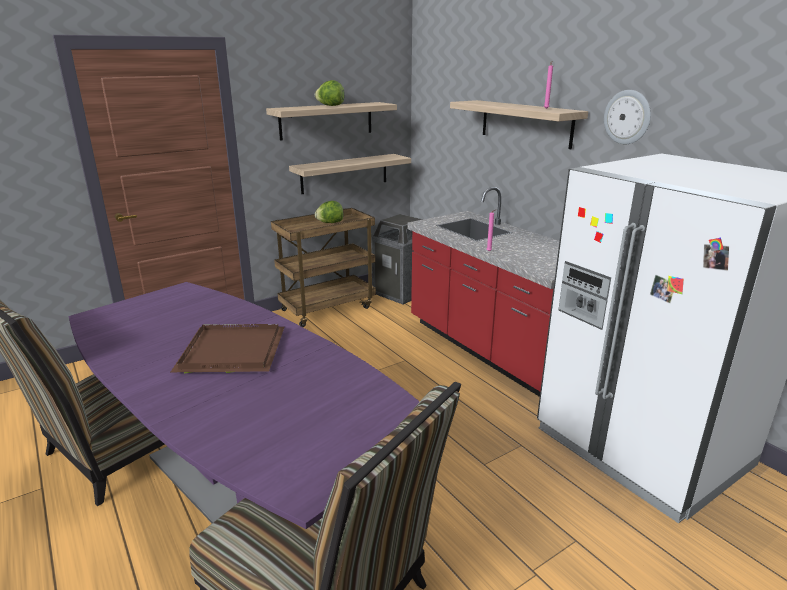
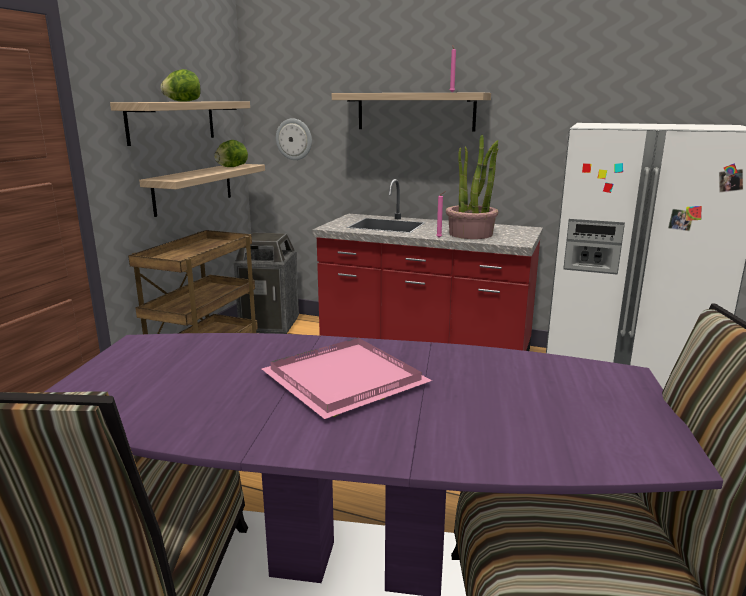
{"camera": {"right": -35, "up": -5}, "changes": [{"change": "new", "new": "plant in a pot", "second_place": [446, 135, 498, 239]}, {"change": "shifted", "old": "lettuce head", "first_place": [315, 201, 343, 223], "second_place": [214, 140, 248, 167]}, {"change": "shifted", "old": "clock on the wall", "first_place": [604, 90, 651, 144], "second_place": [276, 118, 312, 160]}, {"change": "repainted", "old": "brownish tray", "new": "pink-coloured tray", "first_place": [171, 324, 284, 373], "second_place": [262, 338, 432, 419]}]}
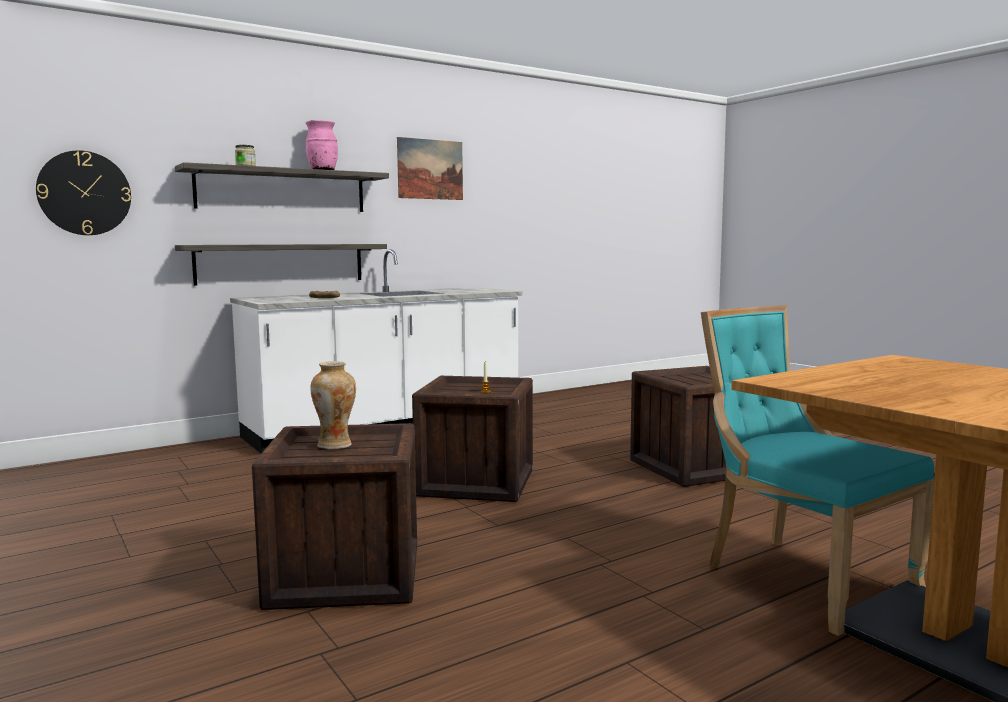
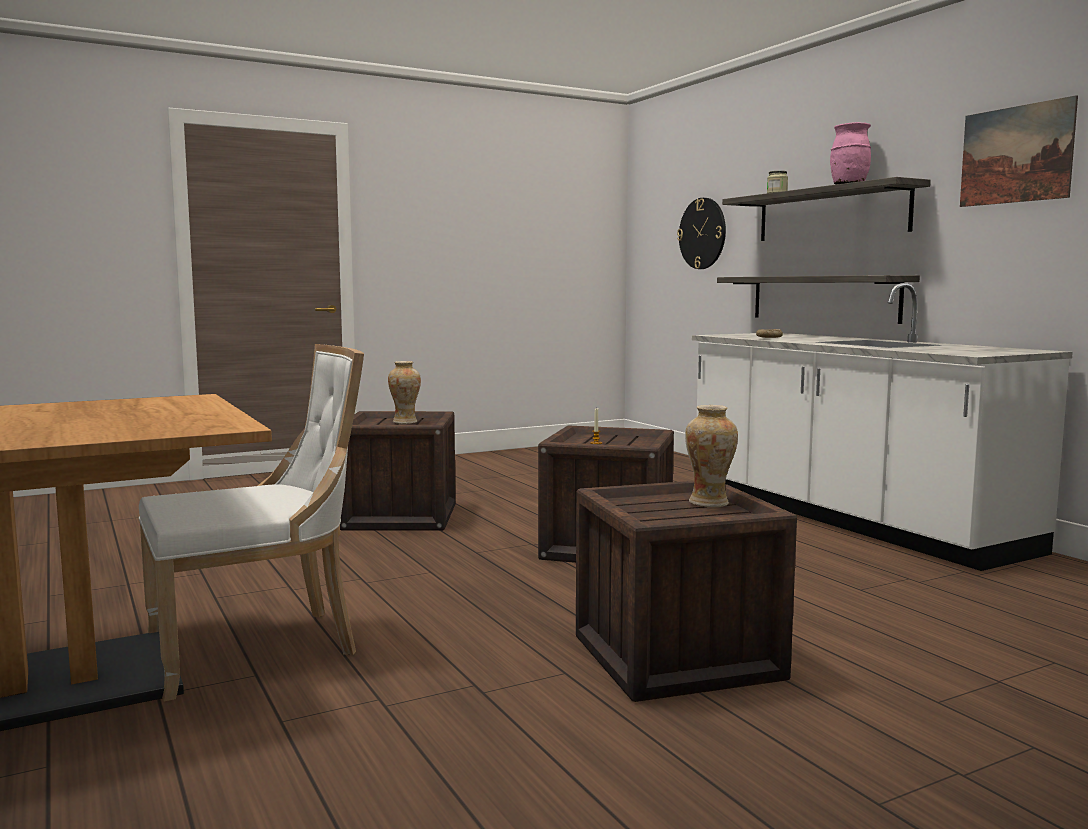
{"camera": {"right": 95, "up": 0}, "changes": [{"change": "new", "new": "decorative vase", "second_place": [685, 405, 738, 507]}, {"change": "repainted", "old": "blue-green plain chair", "new": "white plain chair", "first_place": [701, 305, 935, 636], "second_place": [139, 344, 364, 701]}]}
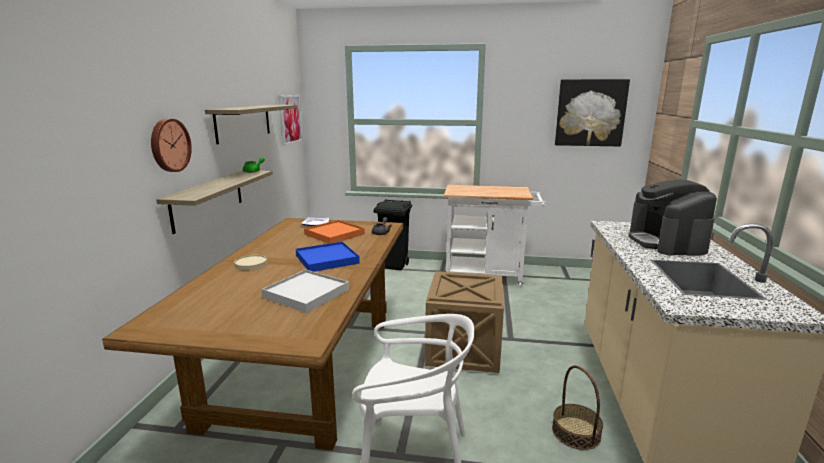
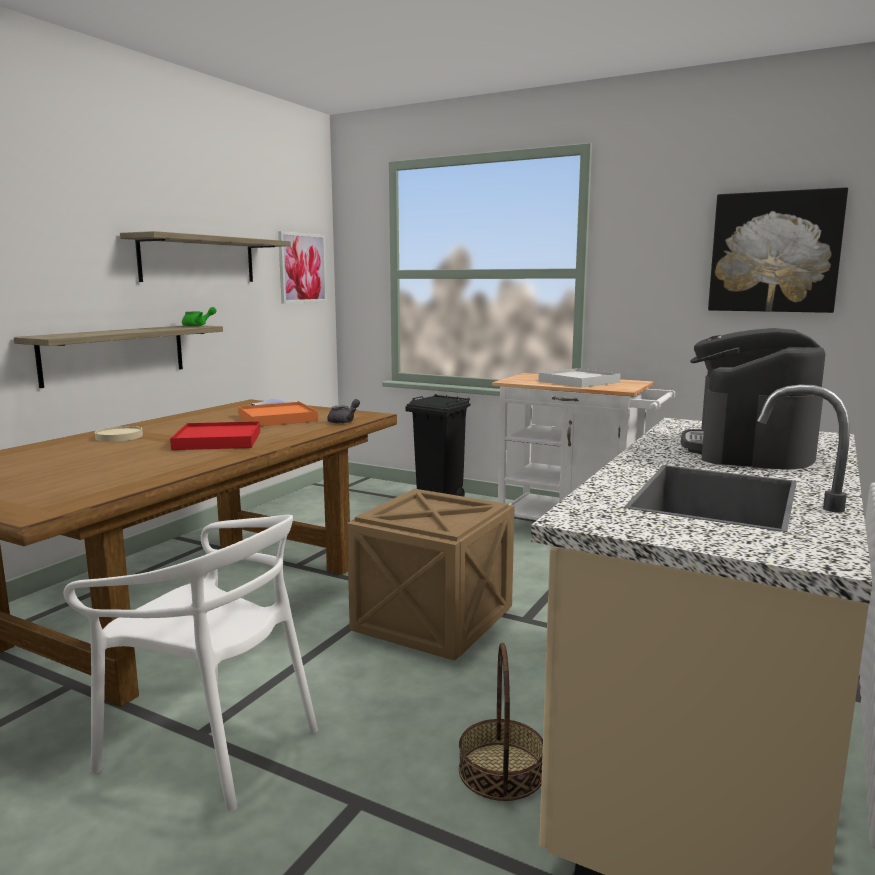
{"camera": {"right": 20, "up": -5}, "changes": [{"change": "gone", "old": "clock on the wall", "first_place": [151, 119, 192, 172]}, {"change": "shifted", "old": "white tray", "first_place": [261, 270, 349, 313], "second_place": [538, 368, 620, 388]}, {"change": "repainted", "old": "blue-coloured tray", "new": "red-coloured tray", "first_place": [296, 242, 360, 272], "second_place": [170, 421, 260, 450]}]}
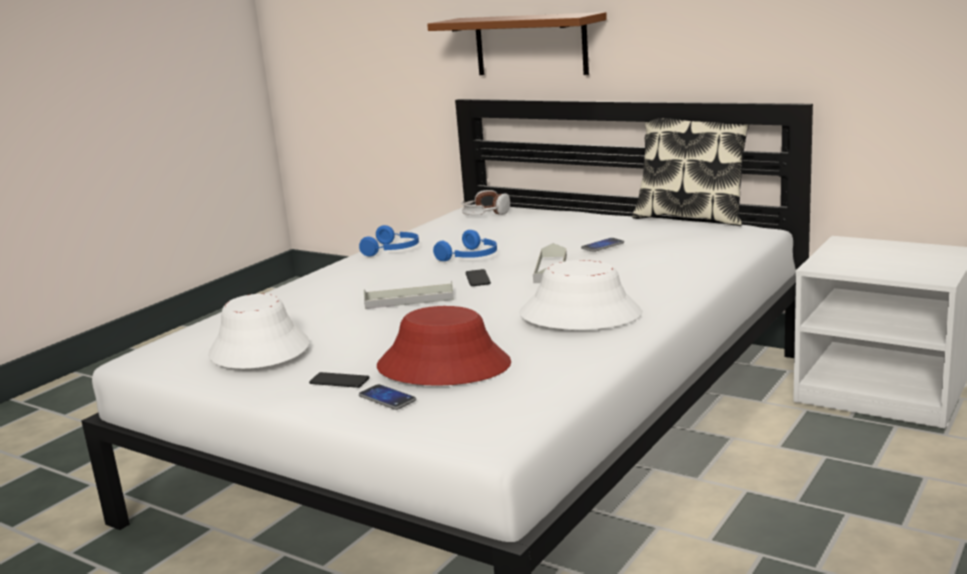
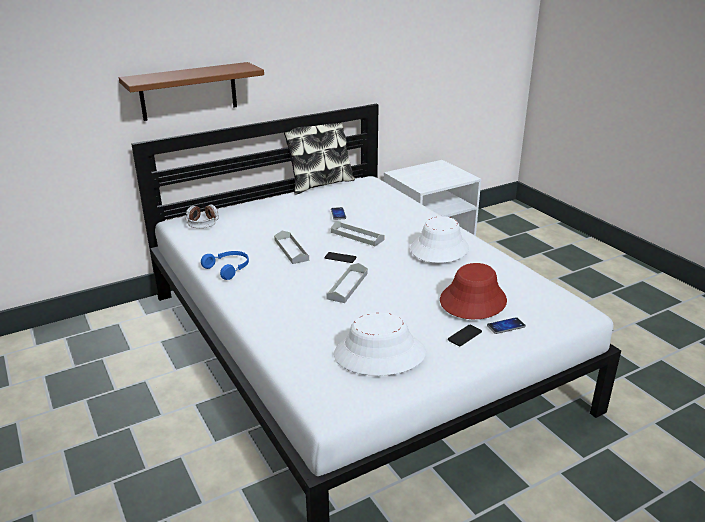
{"camera": {"right": -65, "up": 10}, "changes": [{"change": "swapped", "old": "blue-coloured headphones", "new": "greyish tray", "first_place": [433, 230, 497, 261], "second_place": [274, 230, 309, 264]}]}
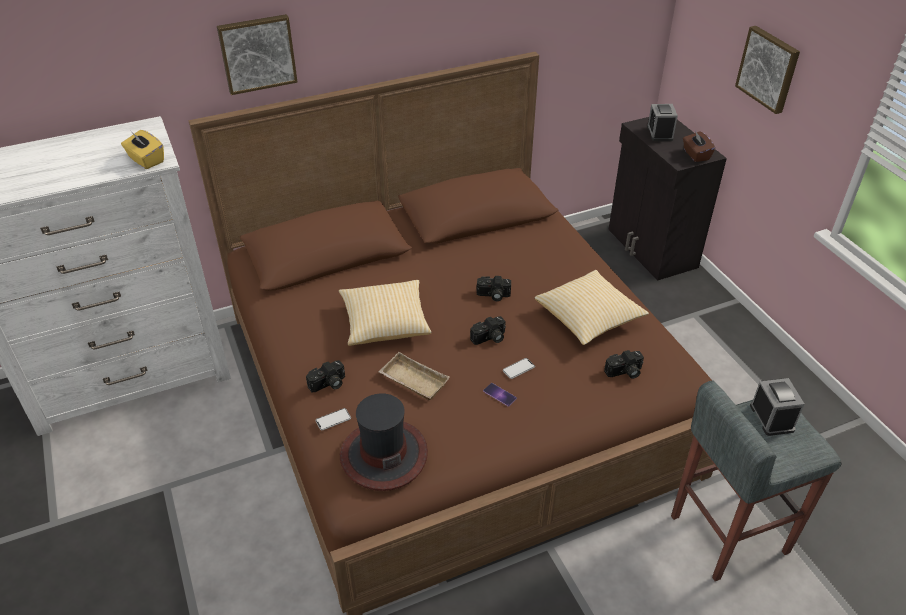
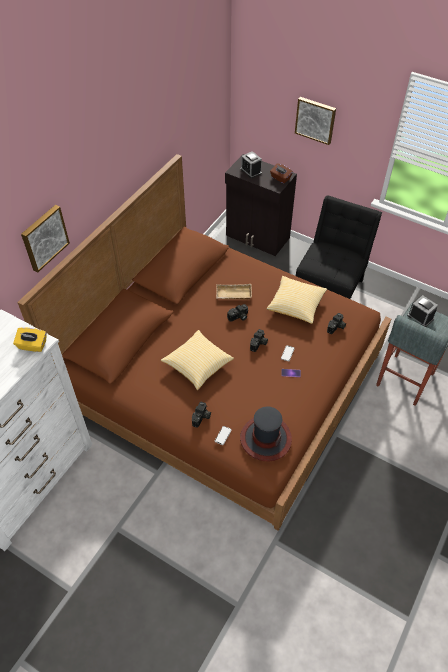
{"camera": {"right": -35, "up": 10}, "changes": [{"change": "new", "new": "blackish plain chair", "second_place": [296, 195, 382, 299]}, {"change": "shifted", "old": "beige tray", "first_place": [378, 352, 450, 400], "second_place": [216, 284, 252, 300]}]}
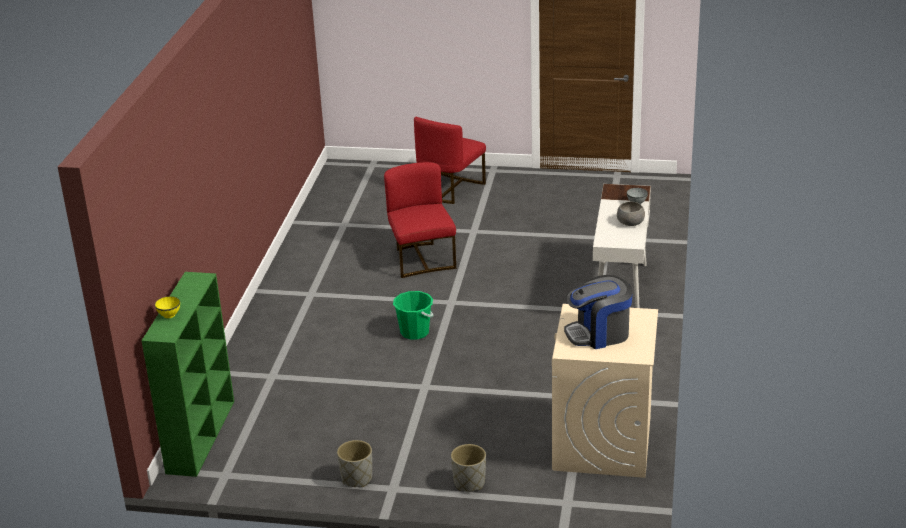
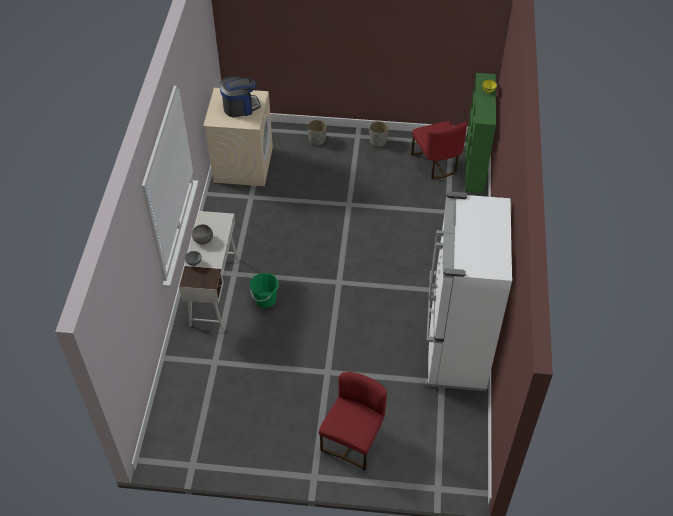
{"camera": {"right": 175, "up": 20}, "changes": [{"change": "new", "new": "white kitchen fridge", "second_place": [425, 192, 512, 391]}, {"change": "shifted", "old": "red-coloured plain chair", "first_place": [384, 162, 456, 278], "second_place": [411, 121, 467, 179]}, {"change": "shifted", "old": "green-coloured bucket", "first_place": [393, 291, 434, 339], "second_place": [250, 273, 279, 308]}]}
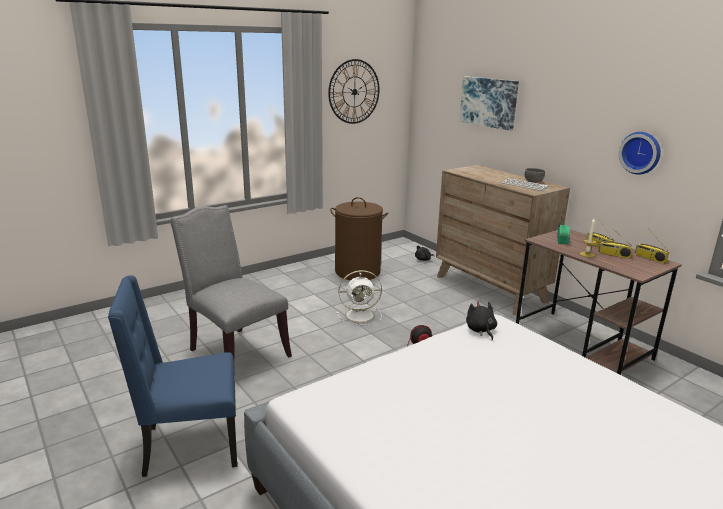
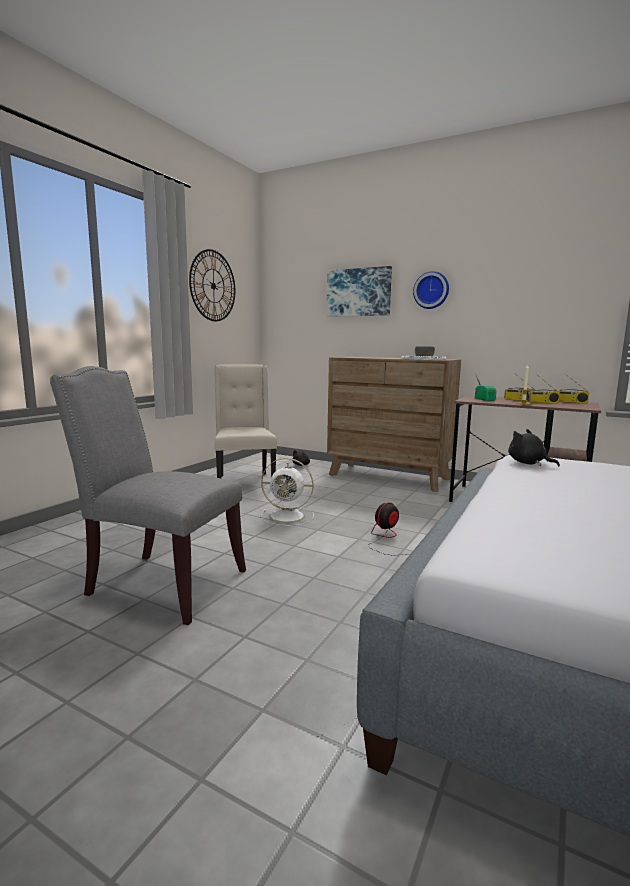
{"camera": {"right": -25, "up": -10}, "changes": [{"change": "gone", "old": "blue-coloured plain chair", "first_place": [108, 275, 237, 477]}, {"change": "shifted", "old": "clock on the wall", "first_place": [619, 132, 661, 175], "second_place": [413, 271, 449, 309]}, {"change": "swapped", "old": "brownish washing basket", "new": "beige plain chair", "first_place": [330, 197, 389, 280], "second_place": [214, 364, 277, 478]}, {"change": "rotated", "old": "white electric fan", "first_place": [337, 270, 382, 326], "second_place": [261, 458, 314, 526], "degrees": 45}]}
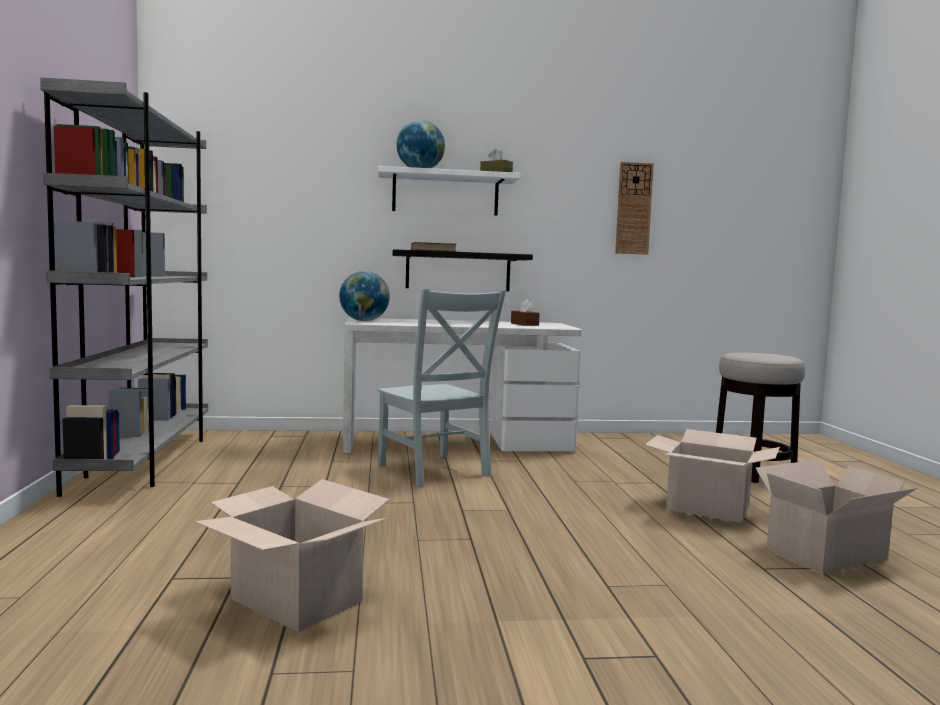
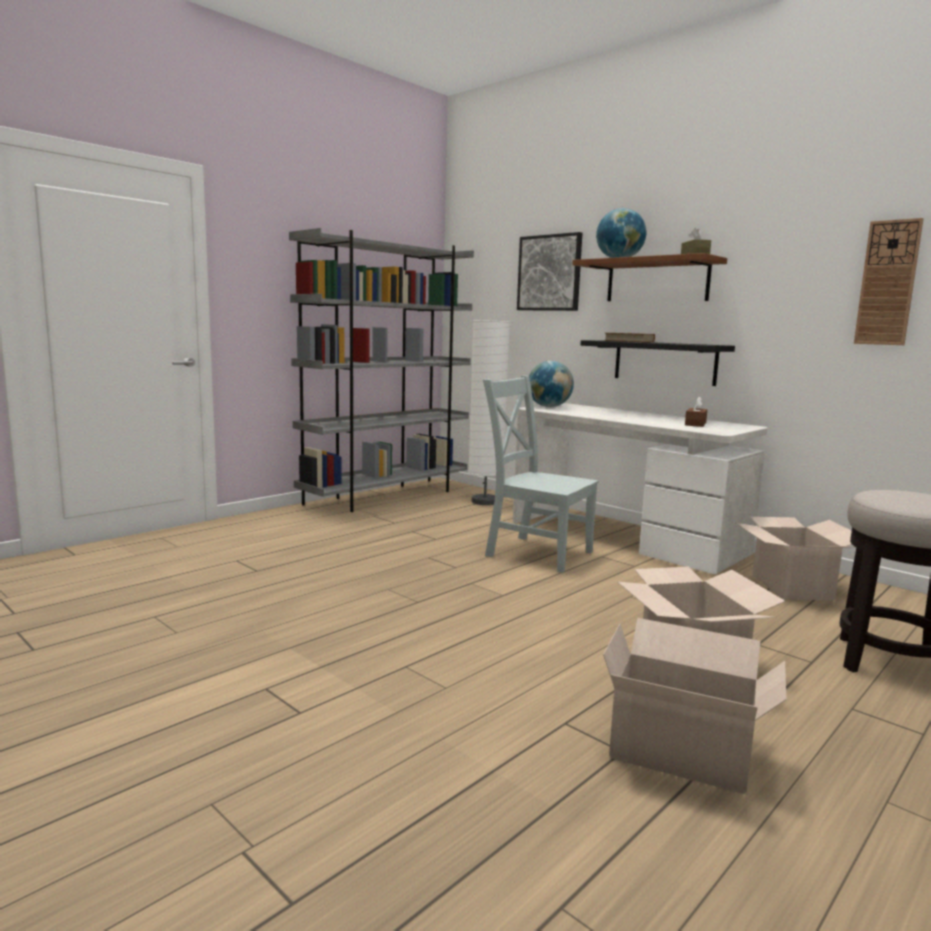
{"camera": {"right": 50, "up": 5}, "changes": [{"change": "new", "new": "white standard lamp", "second_place": [468, 320, 510, 505]}, {"change": "new", "new": "wall art", "second_place": [517, 232, 582, 311]}, {"change": "shifted", "old": "carton", "first_place": [195, 479, 390, 632], "second_place": [736, 517, 854, 600]}, {"change": "repainted", "old": "white wall shelf", "new": "brownish wall shelf", "first_place": [378, 166, 521, 215], "second_place": [572, 253, 727, 301]}, {"change": "rotated", "old": "greyish plain chair", "first_place": [377, 289, 506, 487], "second_place": [483, 375, 599, 573], "degrees": 105}]}
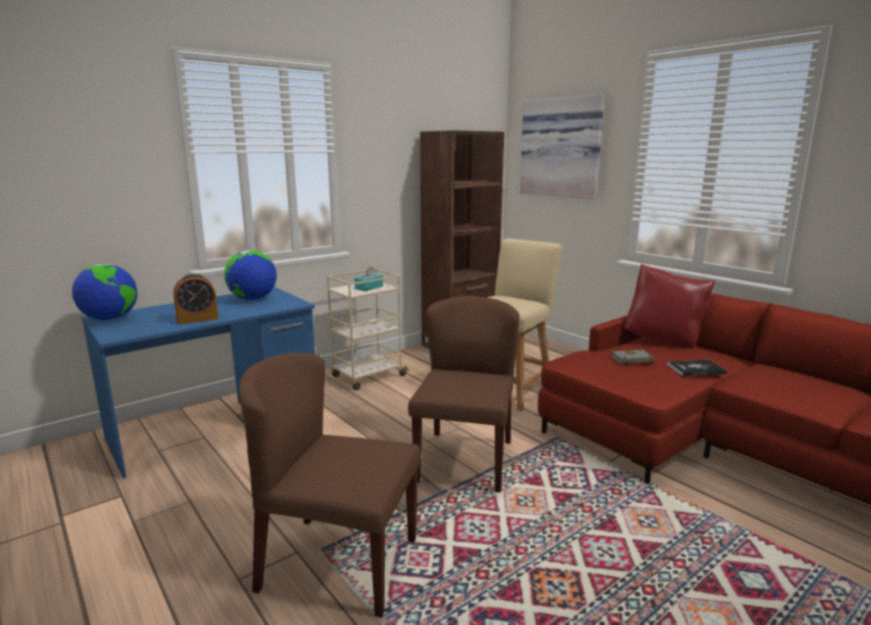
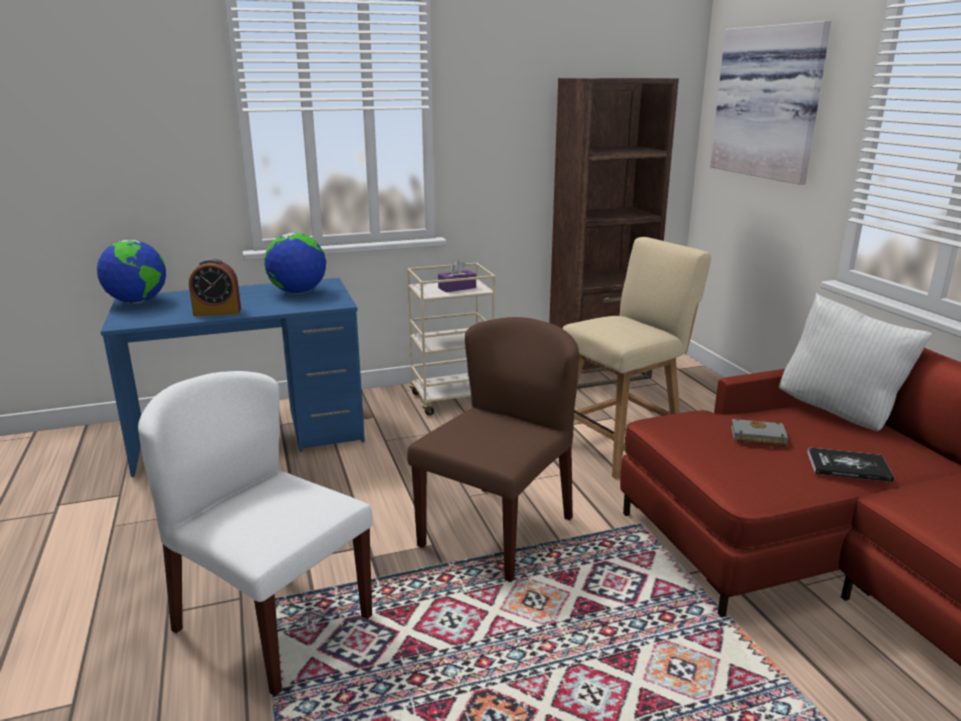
{"camera": {"right": 20, "up": 5}, "changes": [{"change": "repainted", "old": "brownish plain chair", "new": "white plain chair", "first_place": [239, 353, 421, 617], "second_place": [138, 371, 372, 696]}, {"change": "repainted", "old": "blue-green tissue holder", "new": "purple tissue holder", "first_place": [354, 266, 383, 291], "second_place": [438, 260, 476, 293]}, {"change": "repainted", "old": "red-coloured cushion", "new": "white cushion", "first_place": [624, 264, 716, 348], "second_place": [779, 293, 933, 431]}]}
